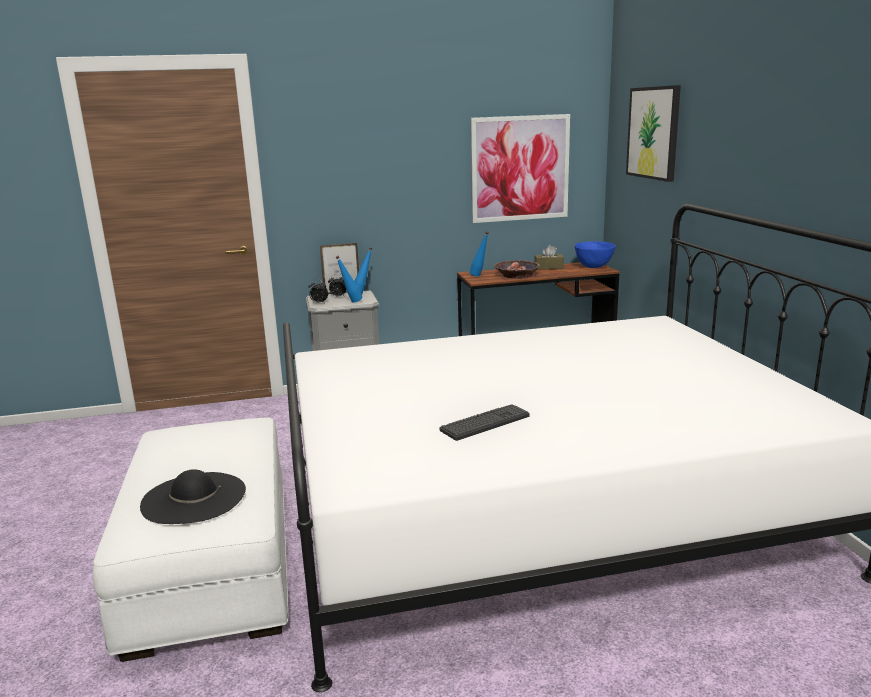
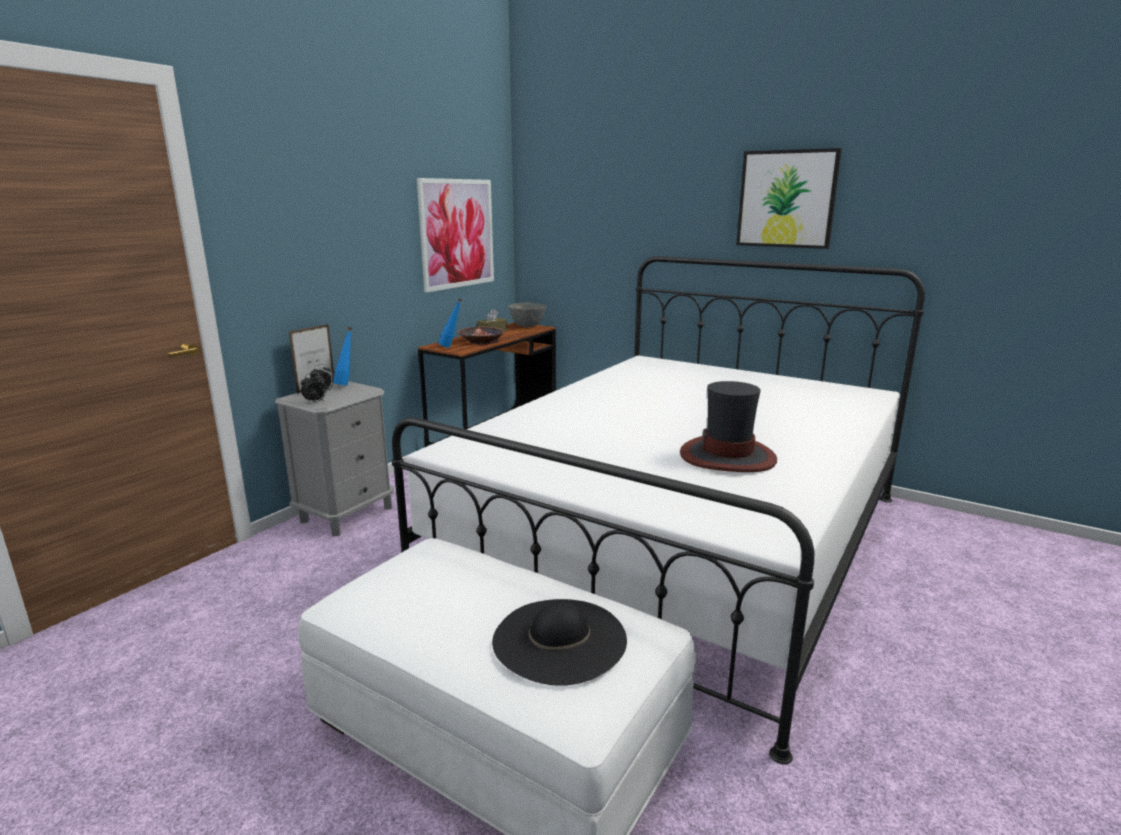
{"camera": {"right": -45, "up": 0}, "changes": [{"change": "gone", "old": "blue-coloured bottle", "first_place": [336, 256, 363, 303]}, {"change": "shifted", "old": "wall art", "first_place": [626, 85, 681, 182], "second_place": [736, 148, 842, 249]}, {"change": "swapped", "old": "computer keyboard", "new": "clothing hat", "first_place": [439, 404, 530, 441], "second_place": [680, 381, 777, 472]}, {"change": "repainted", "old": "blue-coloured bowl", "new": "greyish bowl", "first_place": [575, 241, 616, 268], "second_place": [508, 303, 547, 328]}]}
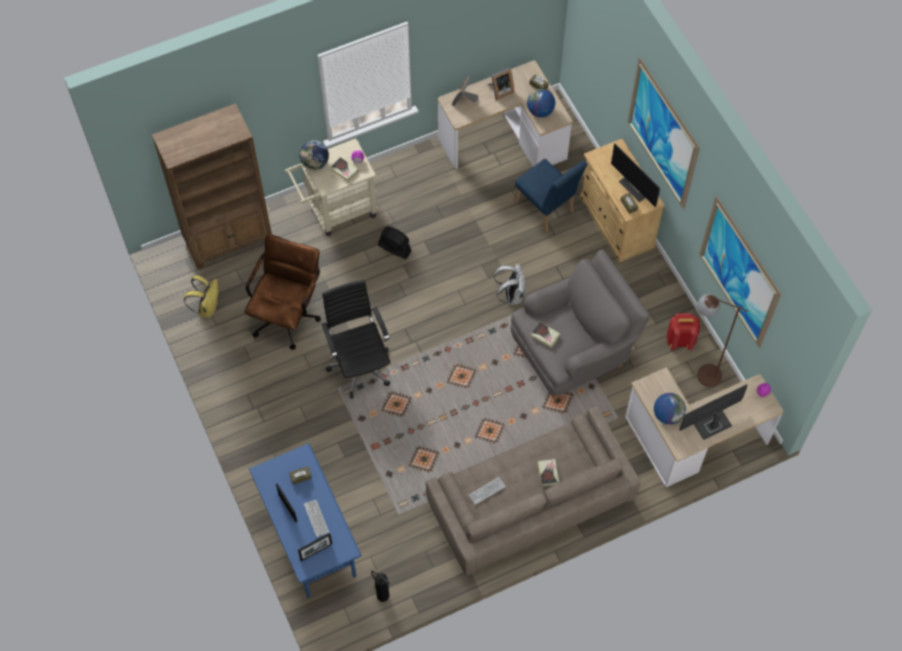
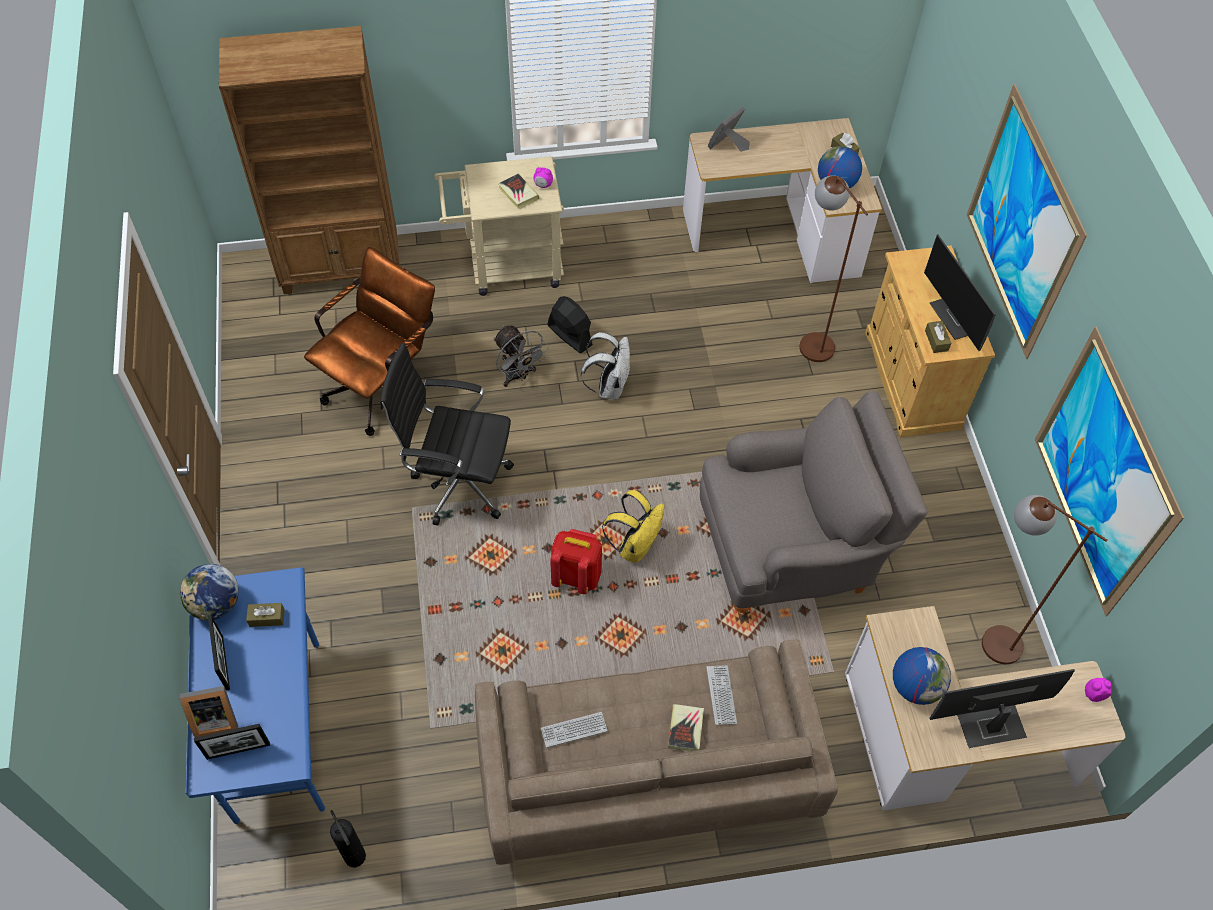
{"camera": {"right": 15, "up": -5}, "changes": [{"change": "gone", "old": "volume", "first_place": [531, 322, 560, 348]}, {"change": "new", "new": "greyish electric fan", "second_place": [493, 325, 549, 387]}, {"change": "shifted", "old": "yellowish backpack", "first_place": [184, 275, 219, 318], "second_place": [602, 490, 665, 563]}, {"change": "shifted", "old": "globe", "first_place": [300, 140, 329, 170], "second_place": [180, 564, 239, 620]}, {"change": "shifted", "old": "computer keyboard", "first_place": [304, 500, 329, 537], "second_place": [706, 665, 737, 725]}, {"change": "shifted", "old": "standing frame", "first_place": [488, 68, 514, 100], "second_place": [180, 686, 238, 738]}, {"change": "shifted", "old": "white backpack", "first_place": [494, 263, 526, 305], "second_place": [581, 332, 631, 400]}, {"change": "shifted", "old": "red-coloured backpack", "first_place": [667, 313, 700, 350], "second_place": [550, 529, 602, 594]}, {"change": "swapped", "old": "blue-coloured plain chair", "new": "brownish standard lamp", "first_place": [514, 159, 588, 233], "second_place": [799, 175, 868, 362]}, {"change": "rotated", "old": "blackish desk chair", "first_place": [321, 280, 390, 398], "second_place": [380, 343, 514, 525], "degrees": -75}]}
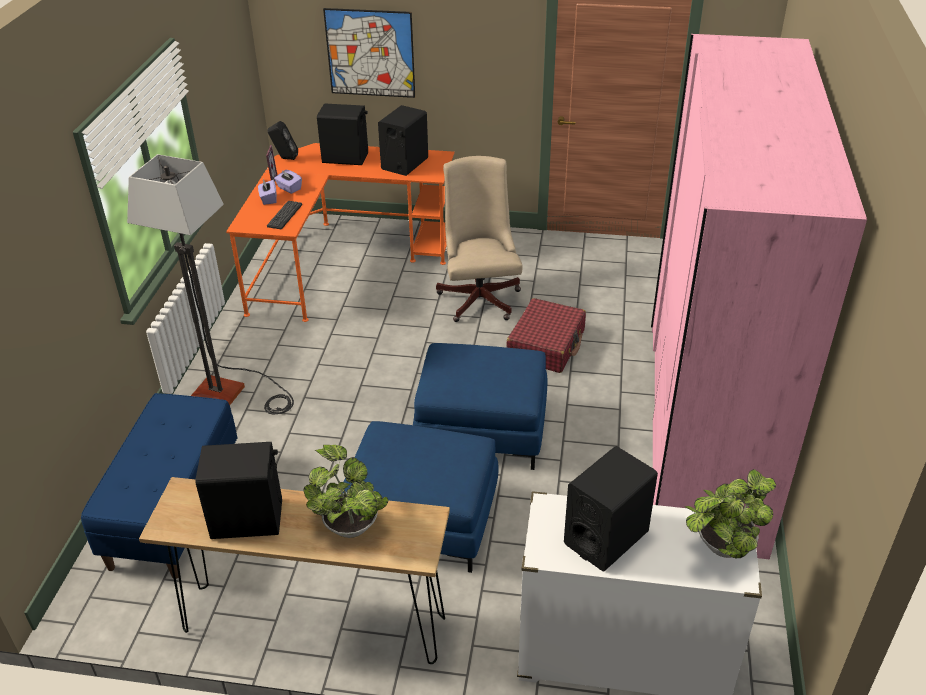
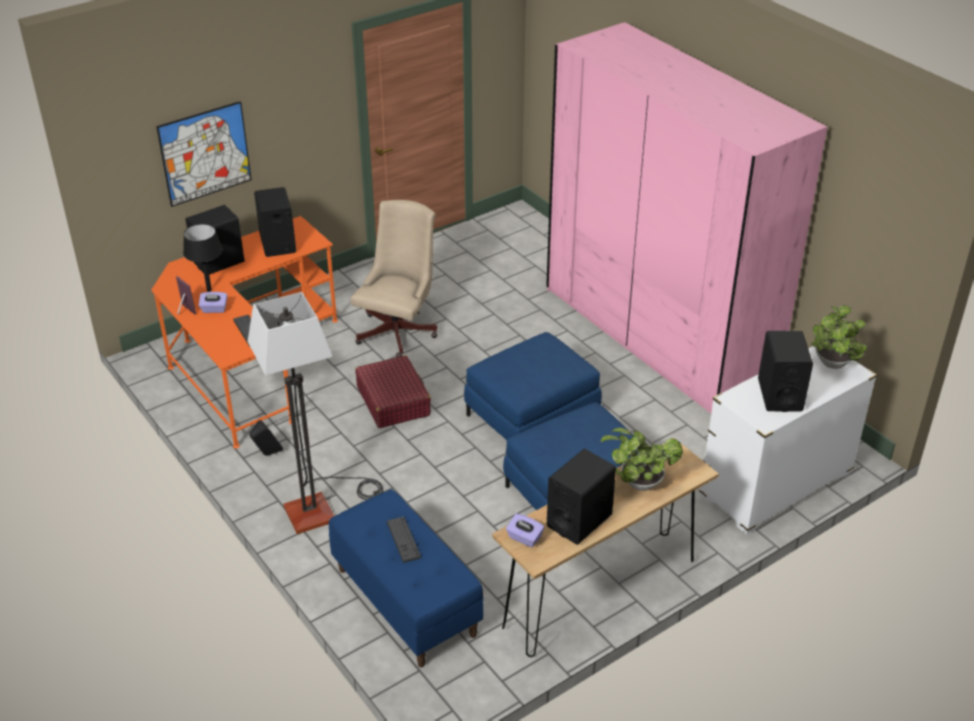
{"camera": {"right": -45, "up": 0}, "changes": [{"change": "new", "new": "blackish tabletop lamp", "second_place": [183, 224, 222, 292]}, {"change": "new", "new": "computer keyboard", "second_place": [387, 516, 421, 563]}, {"change": "shifted", "old": "purple tissue holder", "first_place": [258, 179, 277, 205], "second_place": [506, 514, 544, 547]}, {"change": "shifted", "old": "blackish loudspeaker", "first_place": [267, 121, 298, 160], "second_place": [250, 420, 283, 456]}, {"change": "shifted", "old": "red-coloured suitcase", "first_place": [506, 298, 586, 373], "second_place": [355, 355, 431, 428]}, {"change": "rotated", "old": "beige desk chair", "first_place": [436, 156, 523, 322], "second_place": [351, 200, 437, 357], "degrees": 75}]}
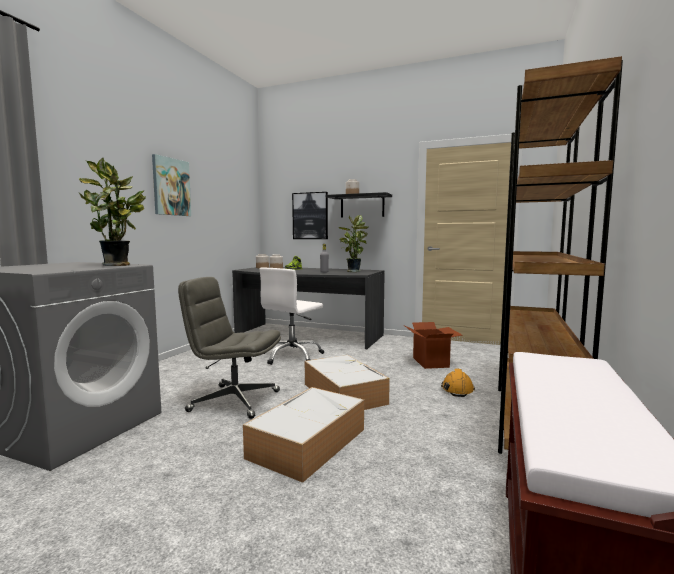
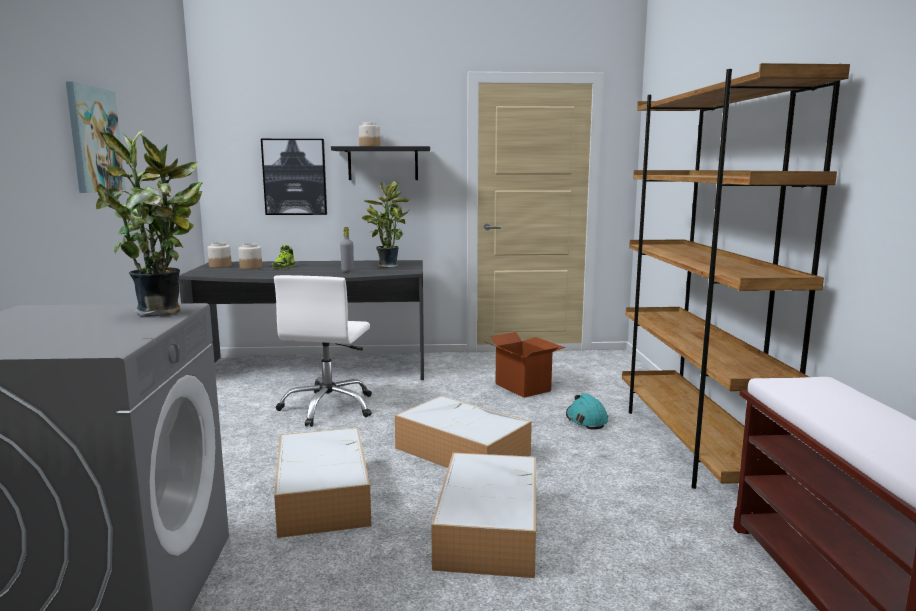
{"camera": {"right": -25, "up": 5}, "changes": [{"change": "swapped", "old": "greyish desk chair", "new": "storage container", "first_place": [178, 277, 281, 419], "second_place": [274, 428, 371, 538]}, {"change": "repainted", "old": "orangey work helmet", "new": "blue-green work helmet", "first_place": [441, 369, 475, 397], "second_place": [566, 394, 608, 429]}]}
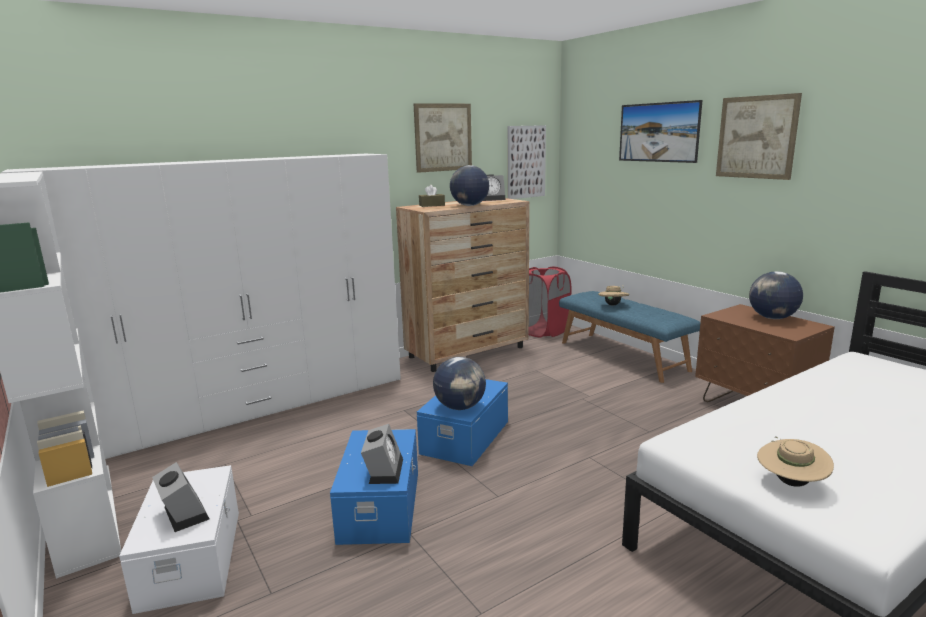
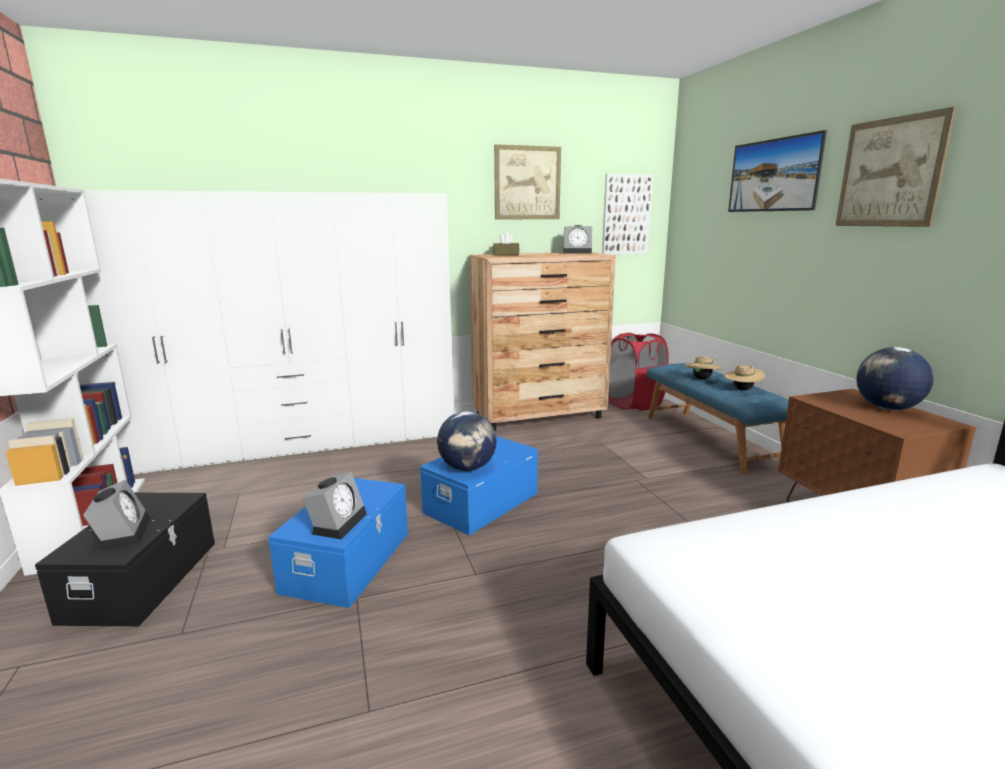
{"camera": {"right": 15, "up": 0}, "changes": [{"change": "gone", "old": "globe", "first_place": [450, 165, 489, 206]}, {"change": "shifted", "old": "beige clothing hat", "first_place": [757, 436, 834, 487], "second_place": [724, 363, 765, 390]}, {"change": "repainted", "old": "white storage container", "new": "blackish storage container", "first_place": [119, 465, 239, 614], "second_place": [35, 493, 215, 626]}]}
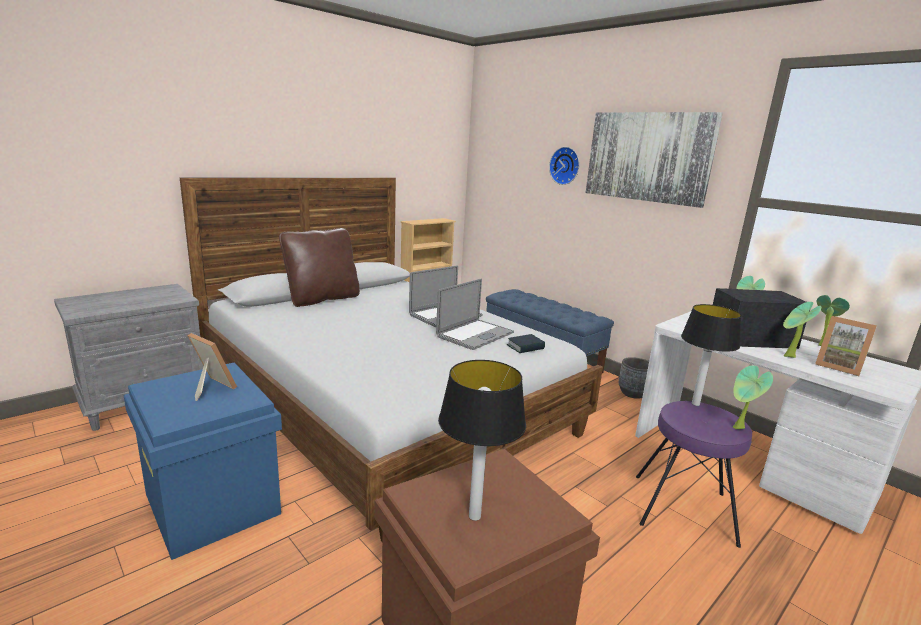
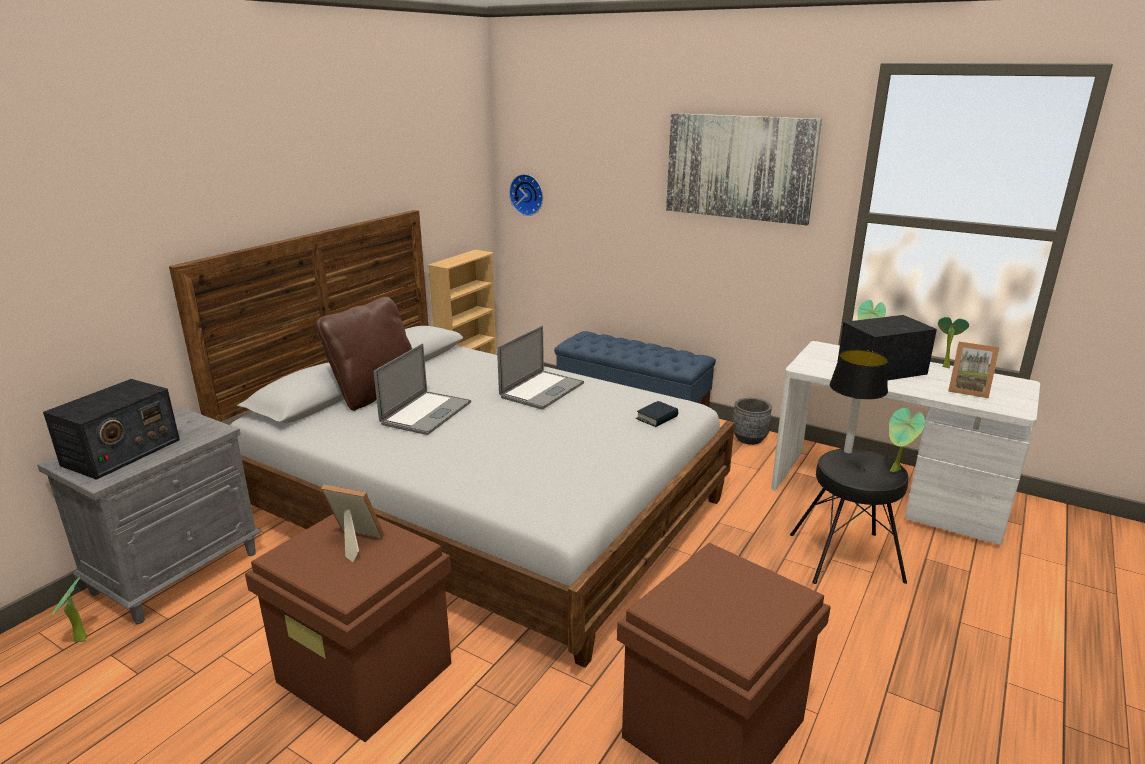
{"camera": {"right": -15, "up": 5}, "changes": [{"change": "gone", "old": "tabletop lamp", "first_place": [438, 360, 526, 521]}, {"change": "new", "new": "radio set", "second_place": [43, 379, 180, 480]}, {"change": "shifted", "old": "laptop", "first_place": [436, 279, 514, 350], "second_place": [374, 344, 471, 435]}, {"change": "shifted", "old": "clock on the wall", "first_place": [549, 147, 579, 185], "second_place": [509, 174, 543, 216]}, {"change": "shifted", "old": "plant in a pot", "first_place": [783, 302, 821, 358], "second_place": [50, 577, 87, 642]}, {"change": "repainted", "old": "blue-coloured storage container", "new": "brownish storage container", "first_place": [123, 363, 282, 560], "second_place": [245, 514, 451, 742]}, {"change": "repainted", "old": "purple sitting stool", "new": "blackish sitting stool", "first_place": [636, 401, 752, 548], "second_place": [790, 448, 908, 584]}]}
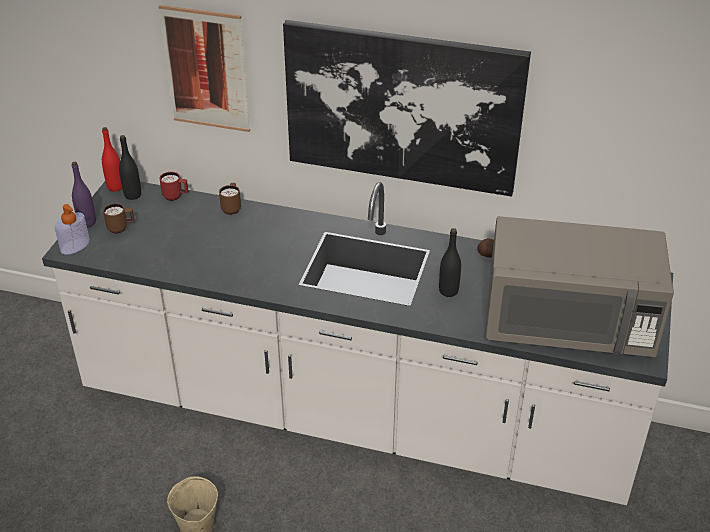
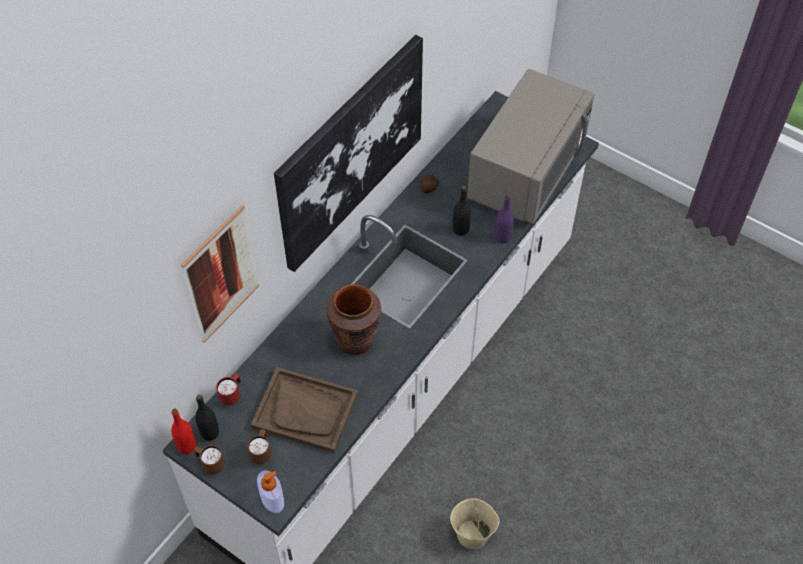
{"camera": {"right": -70, "up": 15}, "changes": [{"change": "new", "new": "brownish tray", "second_place": [251, 367, 358, 454]}, {"change": "new", "new": "brownish decorative vase", "second_place": [326, 284, 381, 355]}, {"change": "shifted", "old": "purple bottle", "first_place": [72, 162, 96, 227], "second_place": [495, 194, 514, 243]}, {"change": "shifted", "old": "brownish coffee mug", "first_place": [219, 183, 241, 215], "second_place": [194, 445, 225, 474]}]}
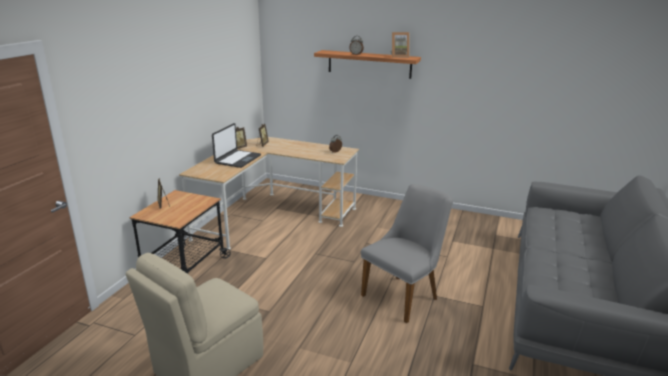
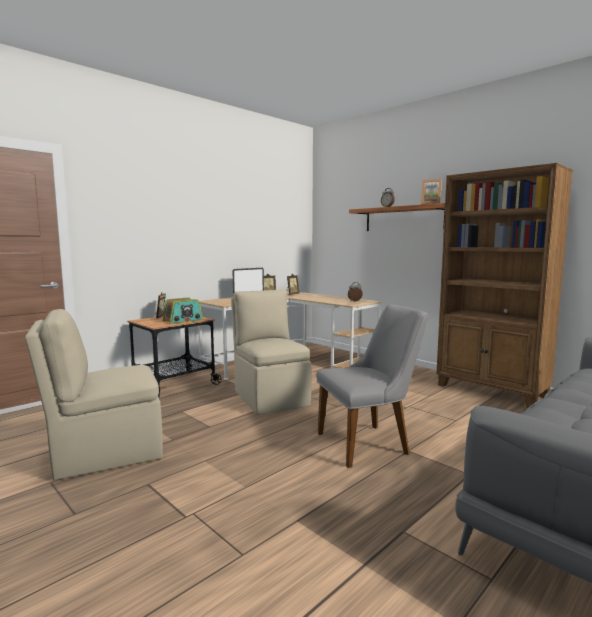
{"camera": {"right": 25, "up": -15}, "changes": [{"change": "new", "new": "radio set", "second_place": [162, 297, 203, 324]}, {"change": "new", "new": "beige plain chair", "second_place": [231, 289, 312, 415]}, {"change": "new", "new": "brownish bookcase", "second_place": [436, 163, 573, 408]}]}
